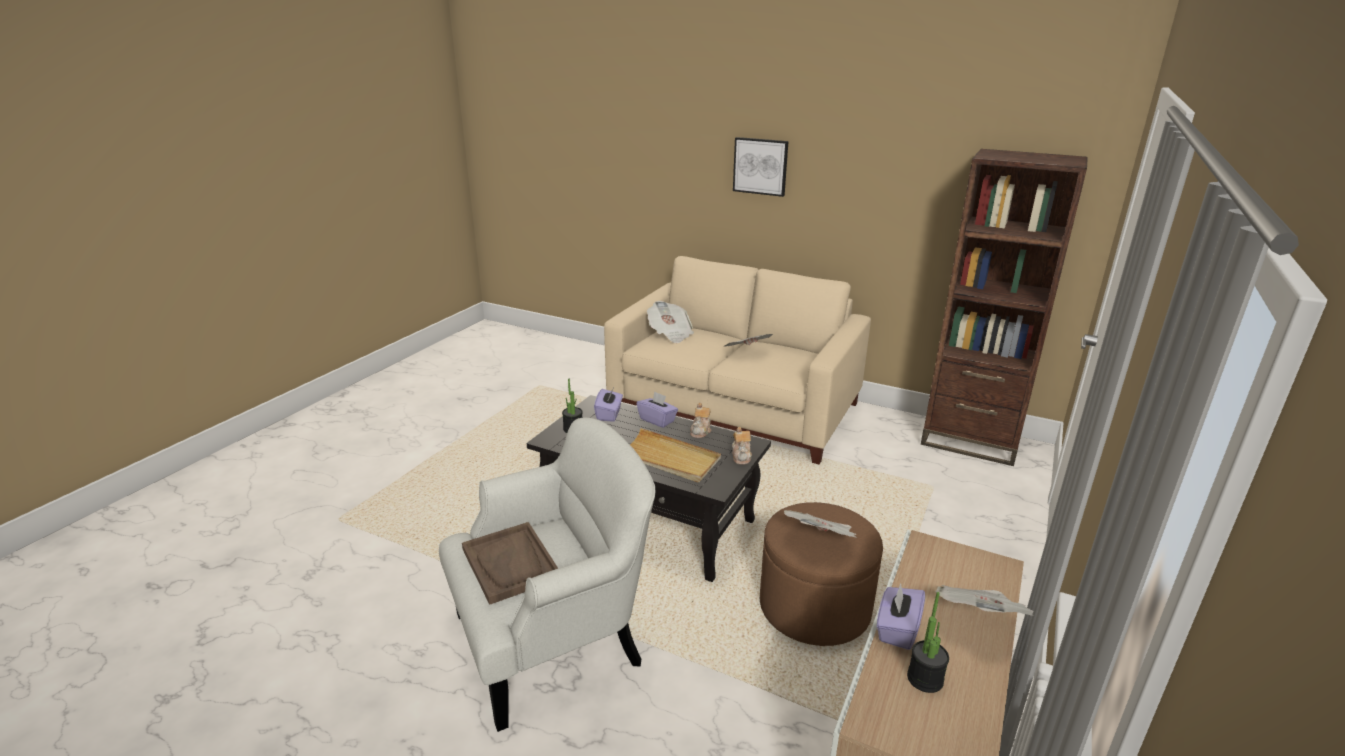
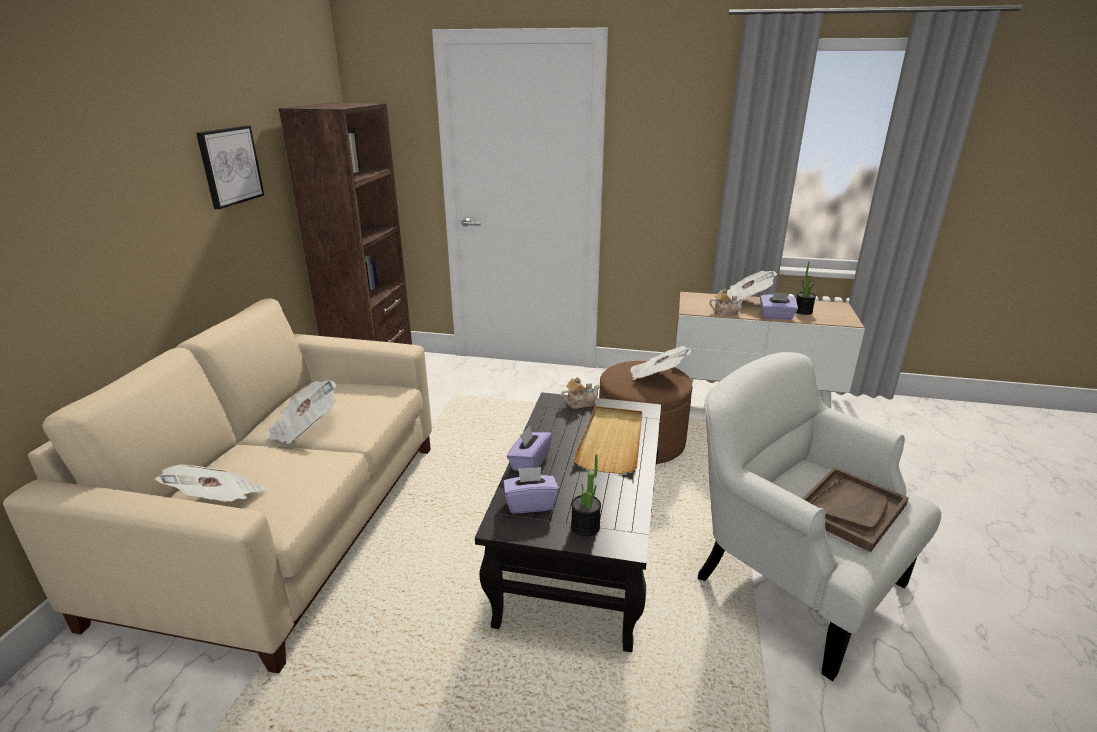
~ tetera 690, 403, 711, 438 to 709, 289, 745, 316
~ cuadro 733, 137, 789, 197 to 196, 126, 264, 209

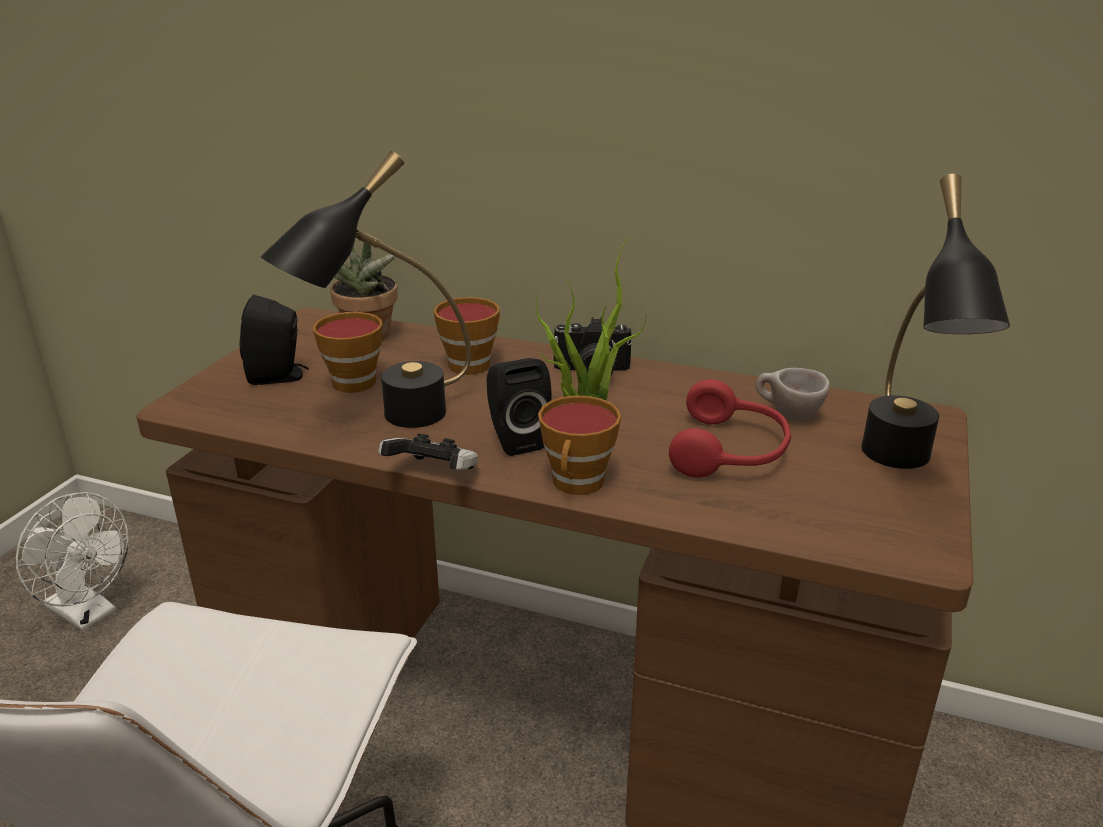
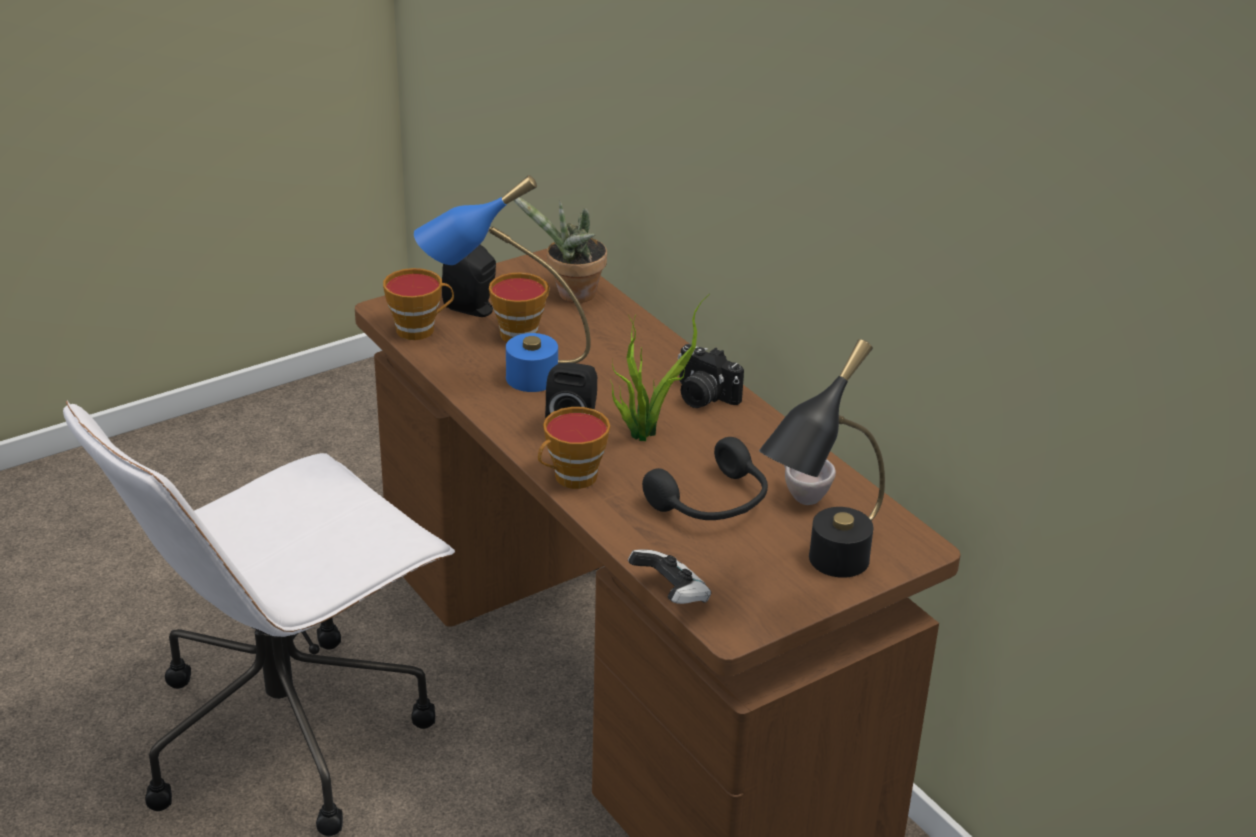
- ventilador (blanco) 16, 492, 129, 631
~ lámpara de mesa (negro) 260, 151, 471, 428 to lámpara de mesa (azul) 414, 175, 591, 392
~ mando de consola 378, 433, 478, 470 to 628, 549, 711, 604
~ taza 434, 297, 500, 375 to 383, 268, 454, 340
~ auriculares (rojo) 669, 379, 791, 478 to auriculares (negro) 642, 437, 768, 520

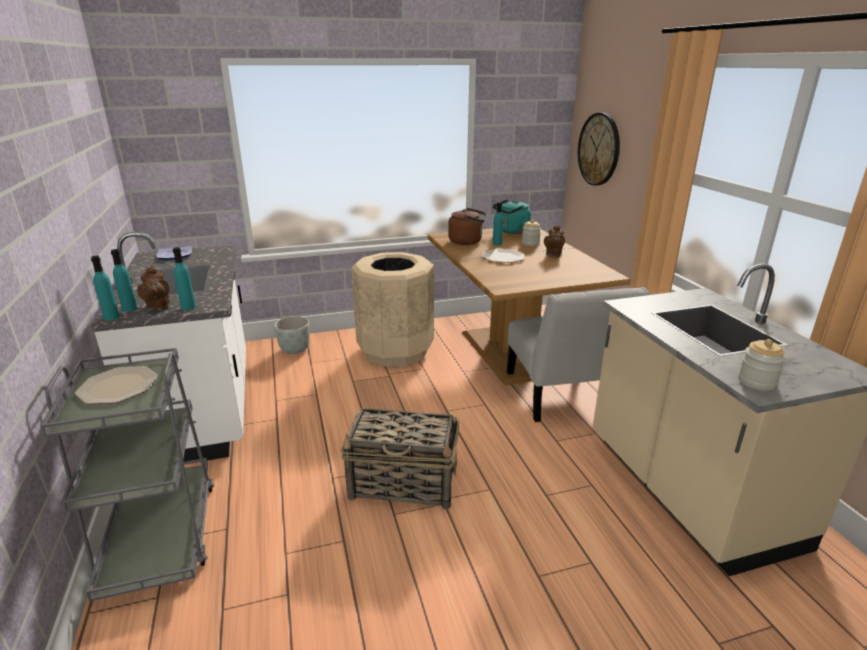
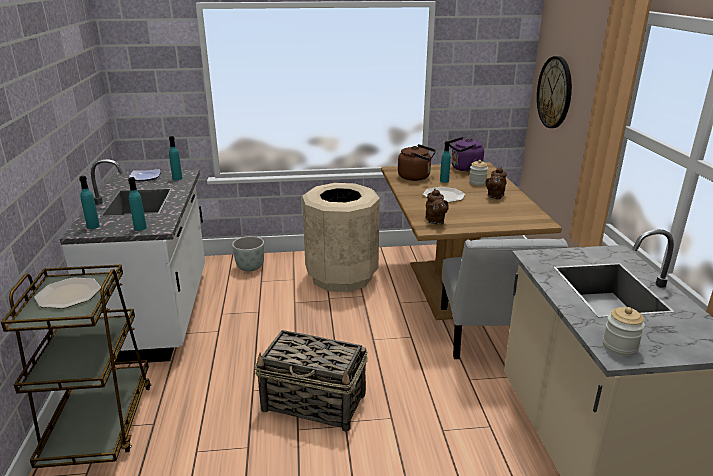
~ carrito (gris) 40, 348, 214, 601 to carrito (marrón) 1, 265, 151, 468
~ botella (turquesa) 91, 256, 120, 321 to 169, 136, 182, 180
~ tetera (marrón) 137, 265, 170, 311 to 425, 189, 449, 225
~ hervidor (turquesa) 493, 199, 531, 234 to hervidor (morado) 449, 137, 484, 172

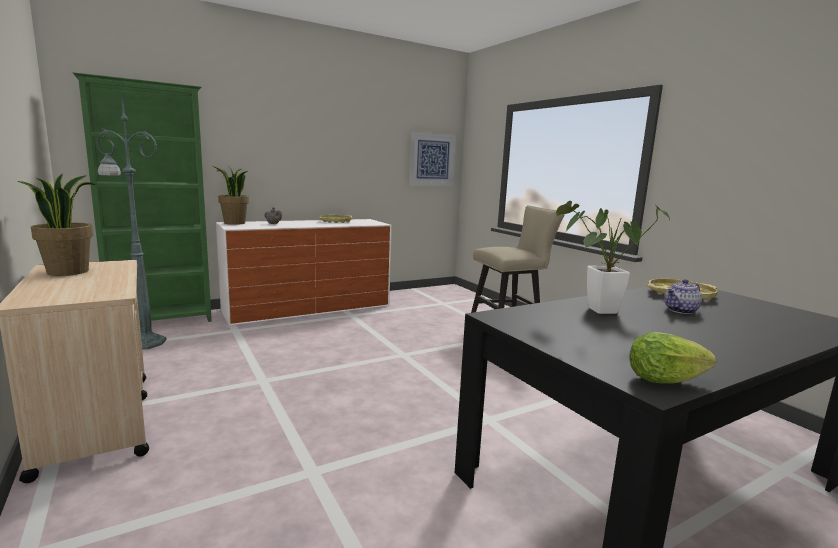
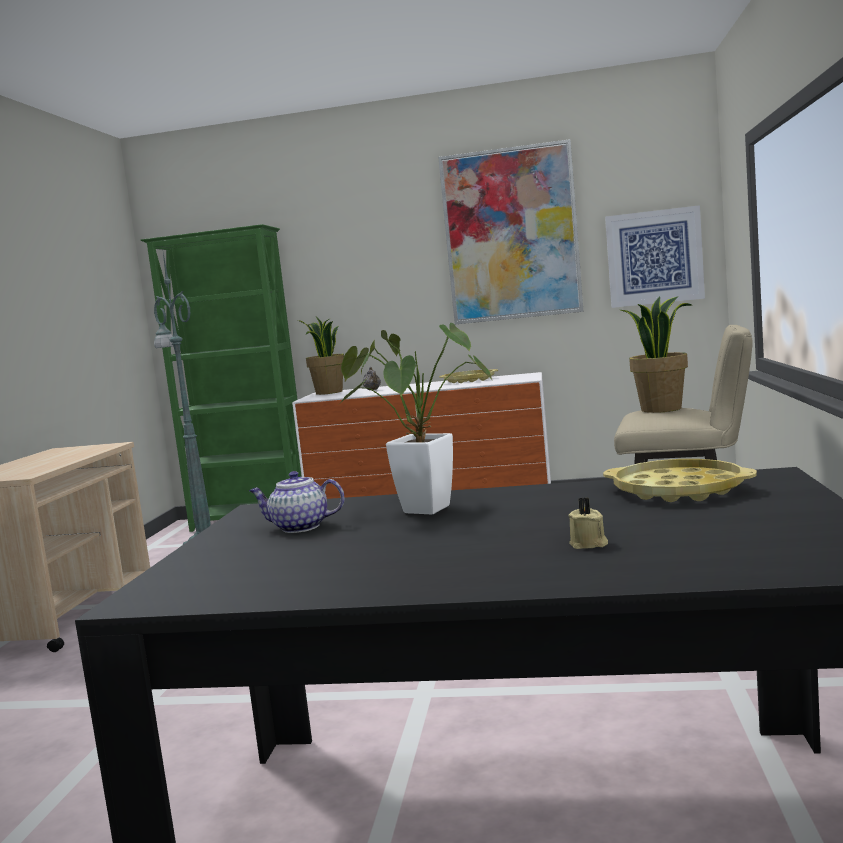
~ planta en maceta 18, 173, 96, 276 to 621, 296, 691, 413
- lechuga 629, 332, 717, 384
~ tetera 664, 279, 702, 314 to 249, 471, 345, 533
+ cuadro 438, 139, 584, 325
+ vela (beis) 568, 497, 608, 549

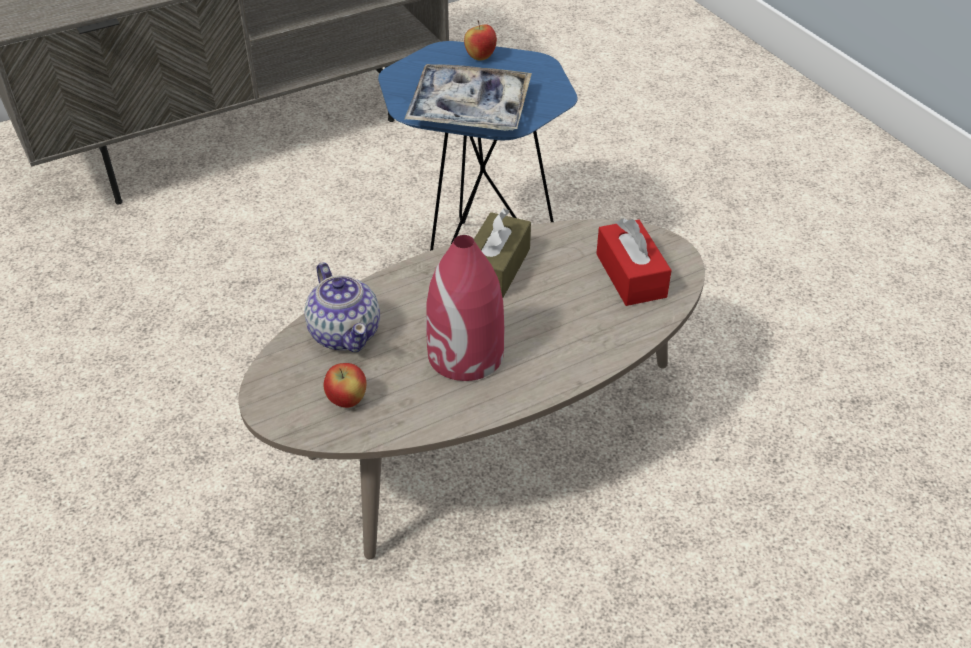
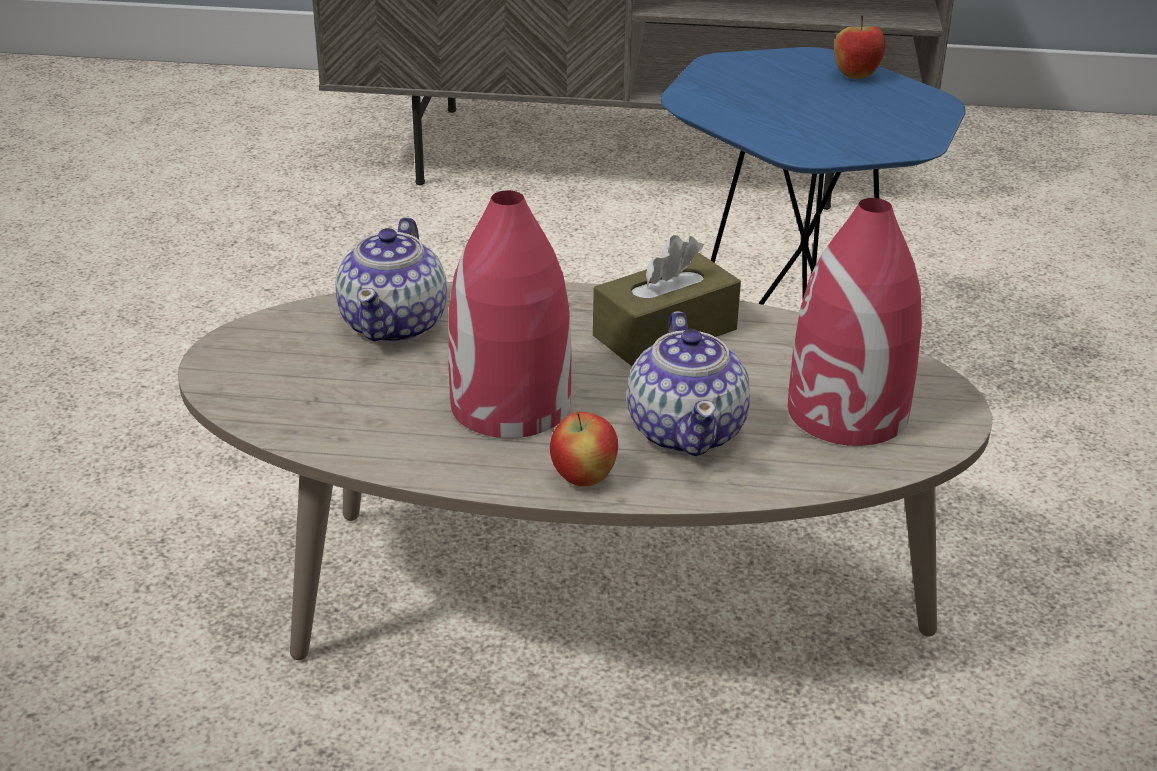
~ manzana 324, 363, 367, 408 to 550, 412, 618, 487
- bandeja 404, 64, 532, 131
~ caja de pañuelos (rojo) 596, 218, 672, 306 to florero (rojo) 788, 198, 922, 446
+ tetera 627, 311, 750, 456

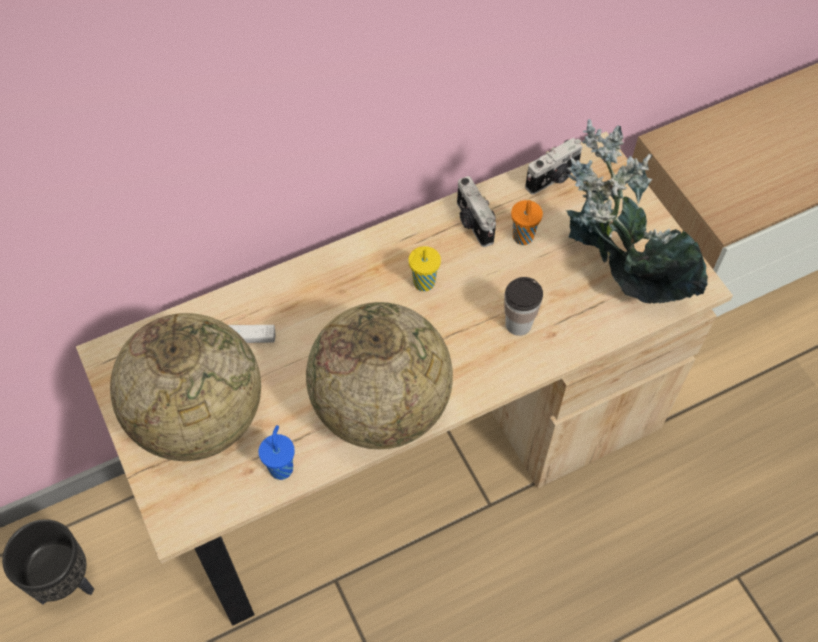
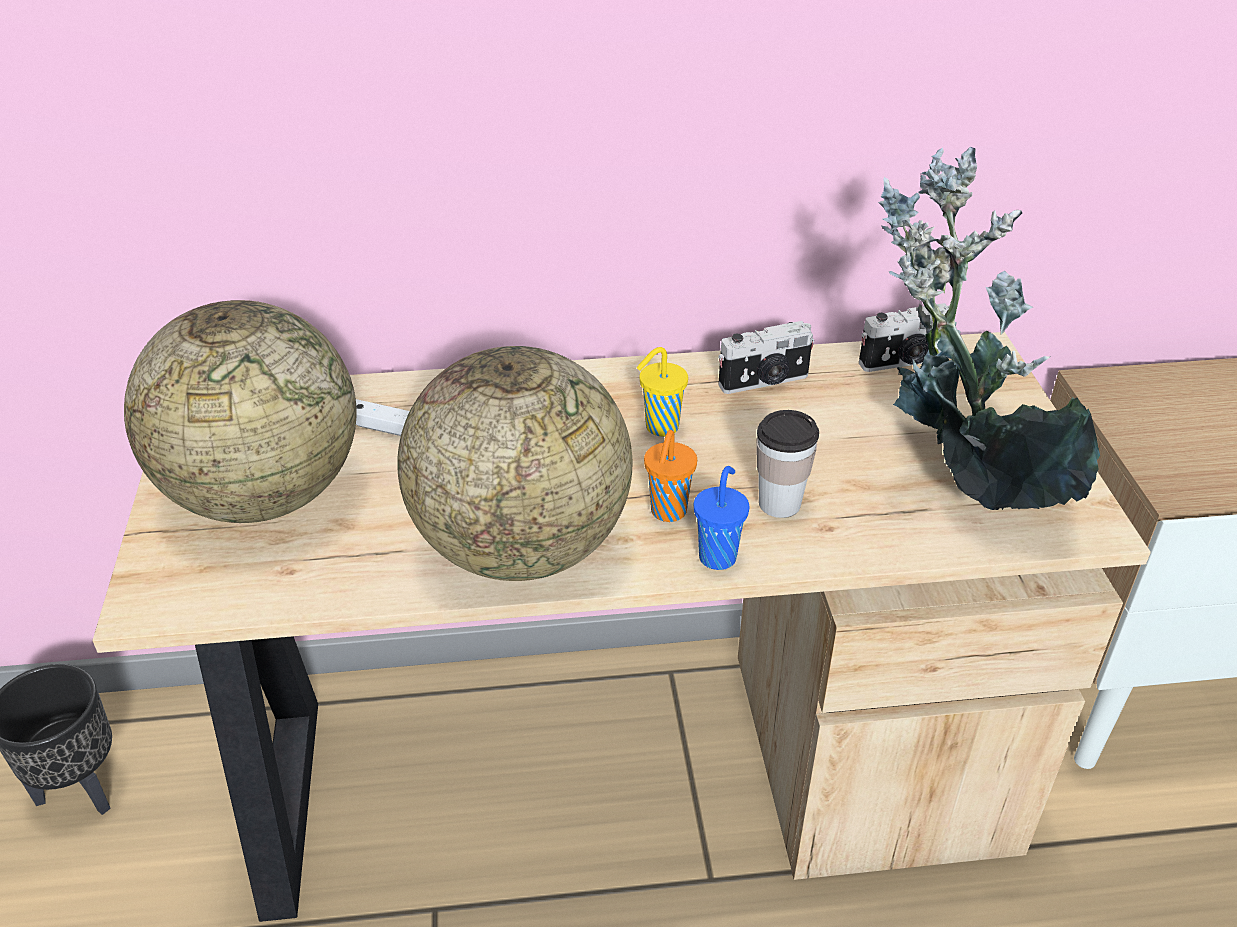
~ taza (azul) 259, 425, 295, 480 to 694, 466, 750, 570
~ cámara 457, 176, 496, 247 = 718, 321, 814, 394 105 degrees counterclockwise
~ taza (naranja) 511, 200, 543, 245 to 644, 430, 697, 522

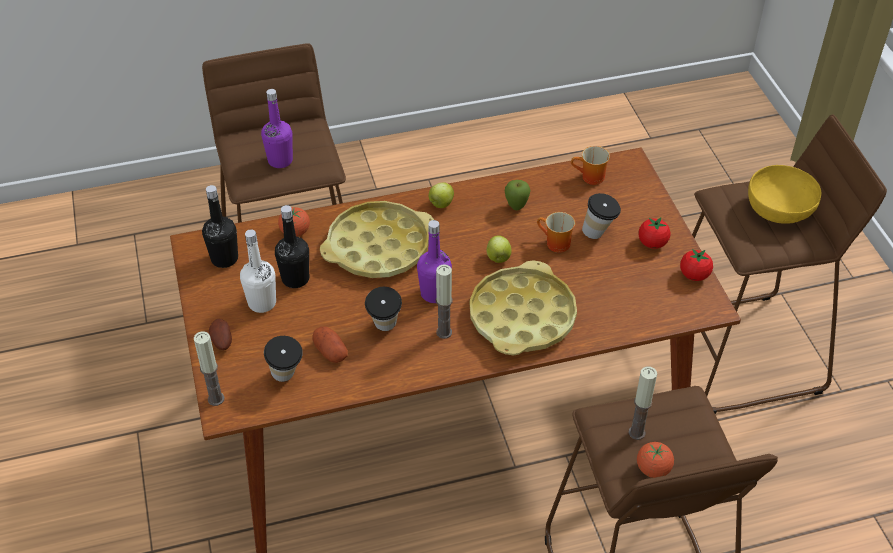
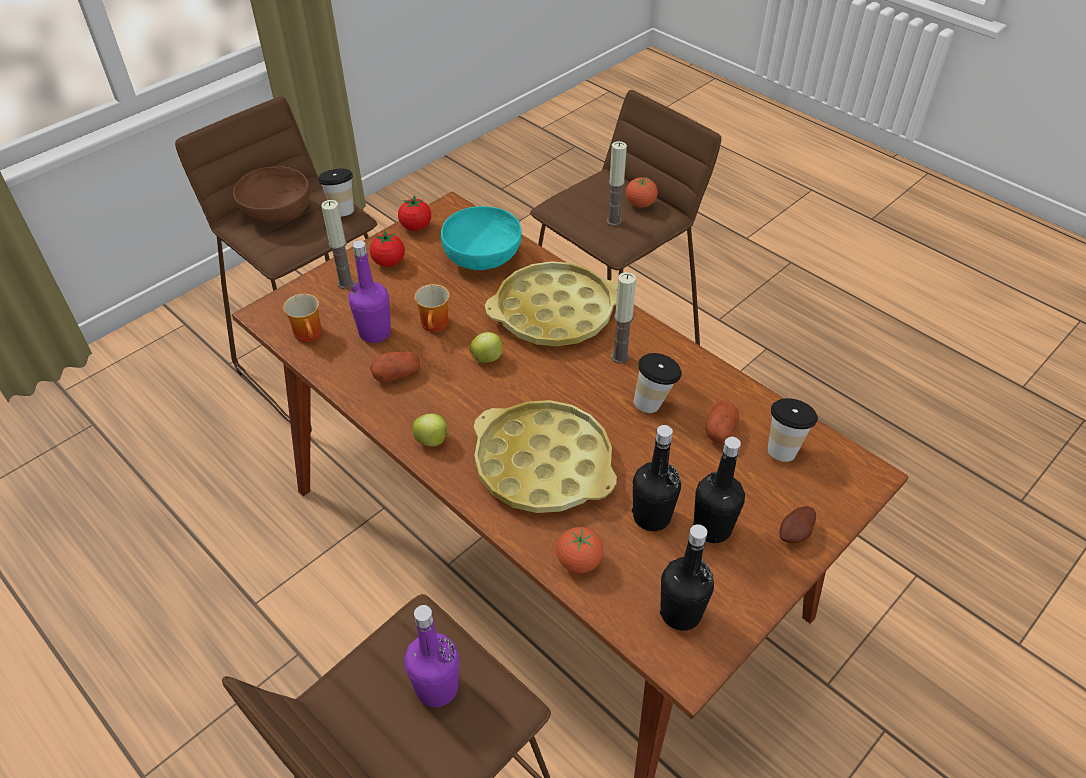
~ vela 194, 331, 225, 406 to 321, 200, 354, 289
~ botella (blanco) 240, 229, 276, 313 to botella (negro) 694, 437, 745, 543
~ botella (morado) 417, 220, 452, 303 to 349, 240, 391, 343
~ manzana 505, 180, 531, 210 to patata 370, 351, 420, 383
~ taza 582, 193, 621, 239 to 318, 169, 354, 217
~ cuenco (amarillo) 748, 165, 822, 224 to cuenco (marrón) 233, 167, 310, 223
+ cuenco (turquesa) 441, 206, 522, 270

